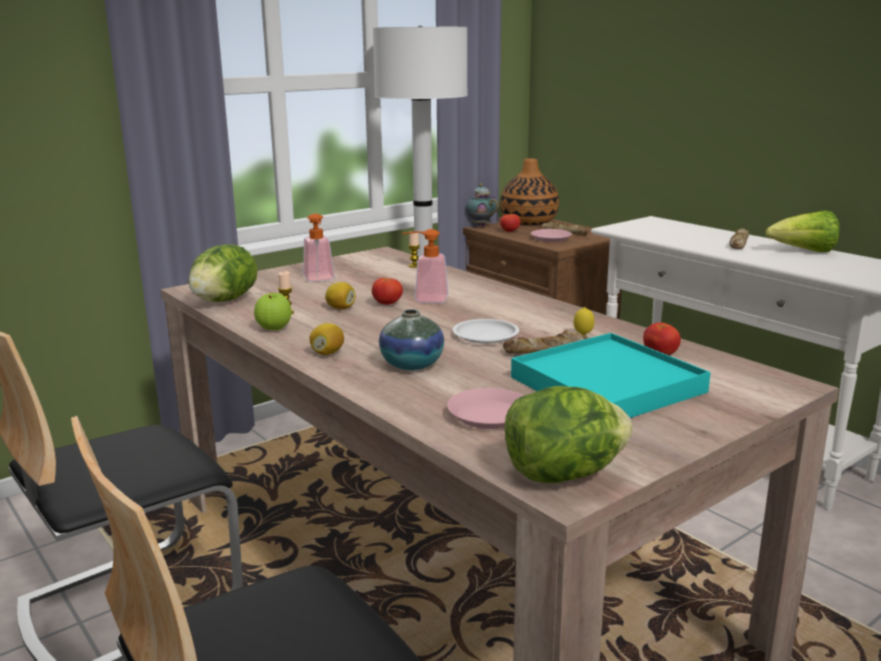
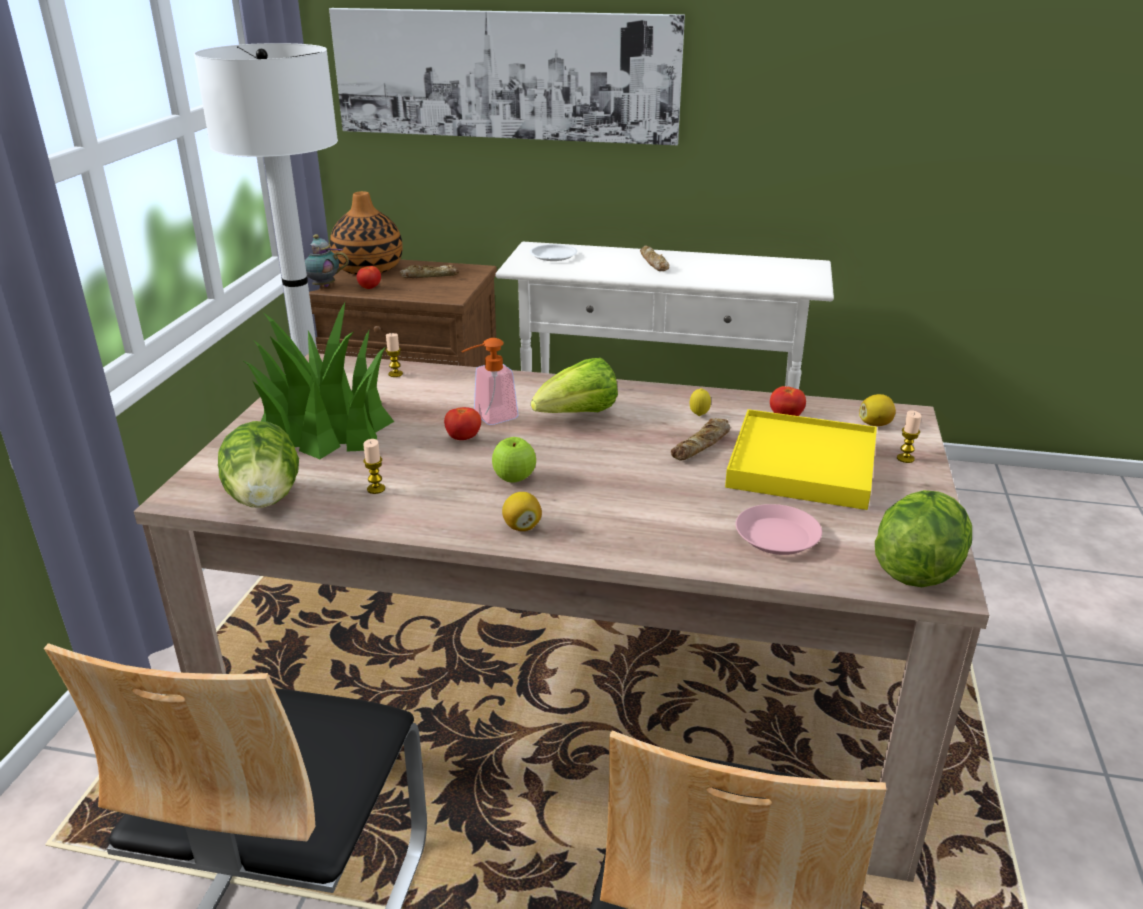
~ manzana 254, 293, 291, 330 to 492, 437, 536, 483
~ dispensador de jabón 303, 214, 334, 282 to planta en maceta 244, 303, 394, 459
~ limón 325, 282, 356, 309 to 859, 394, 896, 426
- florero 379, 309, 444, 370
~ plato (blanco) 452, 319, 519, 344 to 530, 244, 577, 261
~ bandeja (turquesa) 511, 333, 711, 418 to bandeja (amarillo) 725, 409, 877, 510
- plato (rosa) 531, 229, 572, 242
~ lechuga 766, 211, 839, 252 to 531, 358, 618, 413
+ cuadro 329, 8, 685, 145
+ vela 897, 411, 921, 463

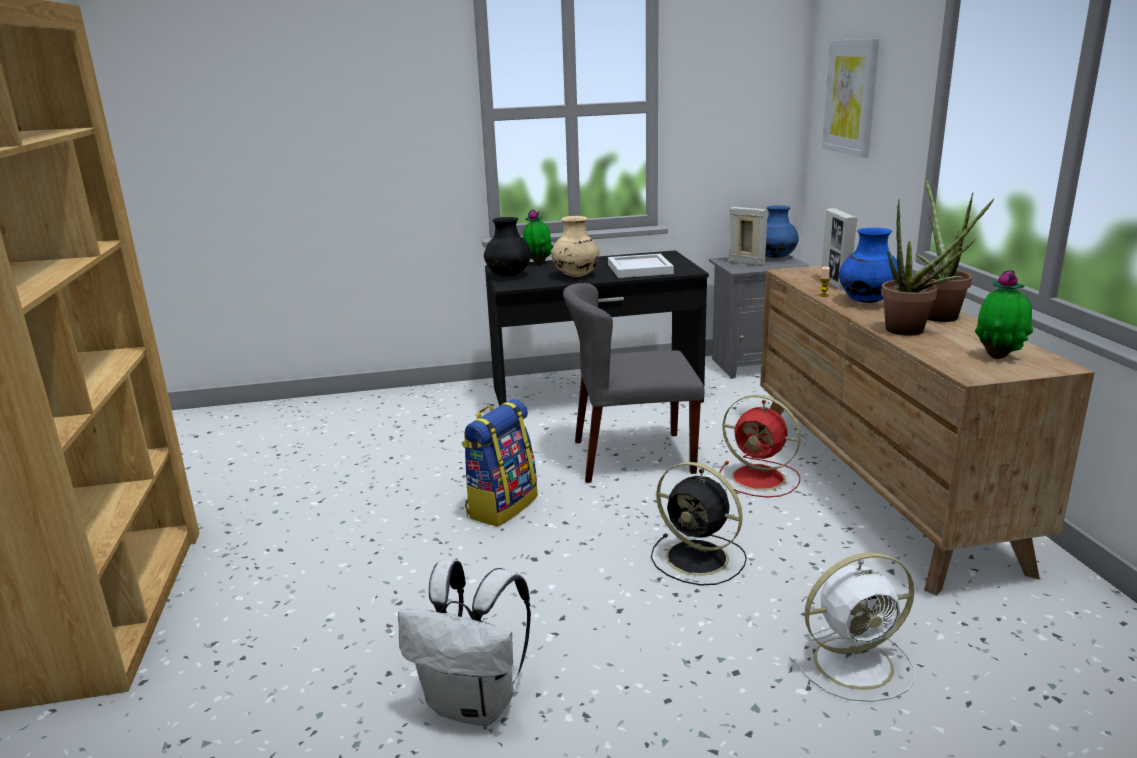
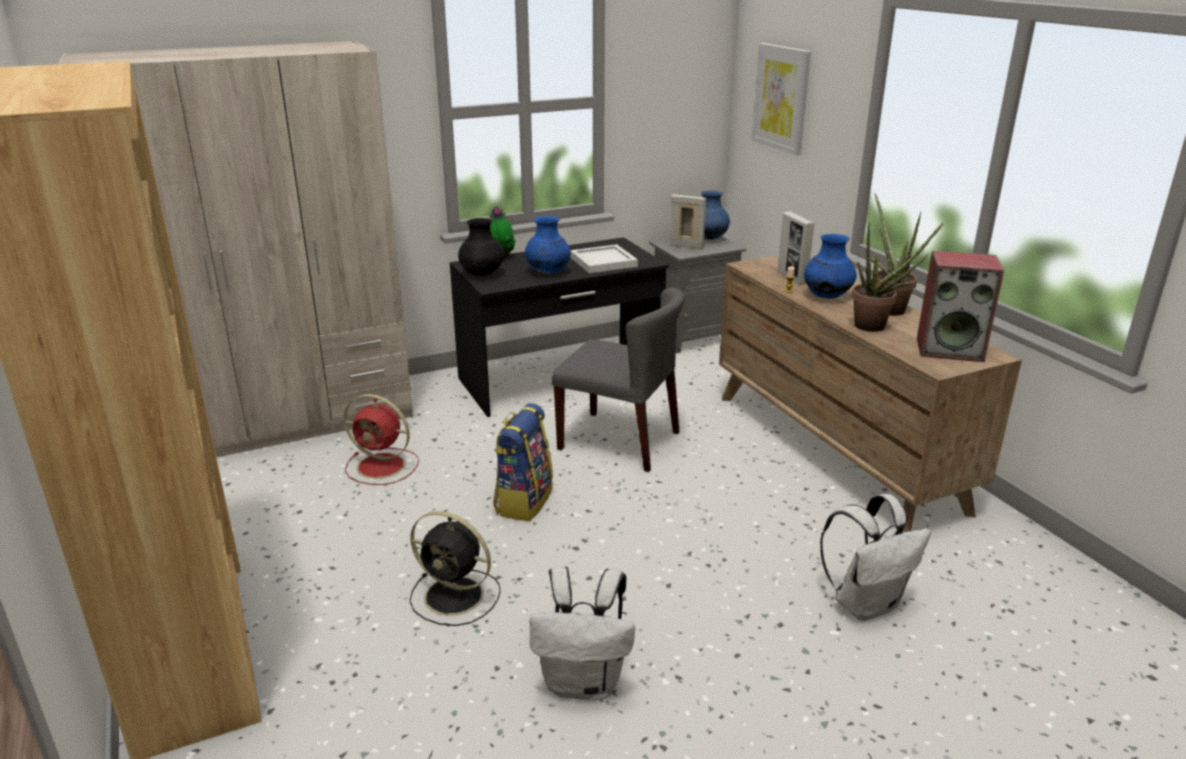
~ florero (beis) 551, 216, 599, 277 to florero (azul) 525, 216, 571, 274
~ silla (gris) 563, 283, 705, 483 = 552, 288, 685, 472 135 degrees counterclockwise
~ ventilador (negro) 651, 462, 747, 586 to 409, 511, 501, 626
~ ventilador (rojo) 719, 395, 801, 498 to 344, 394, 419, 485
~ ventilador (blanco) 789, 552, 915, 702 to mochila (blanco) 820, 494, 931, 621
~ planta en maceta 975, 270, 1033, 359 to altavoz 917, 251, 1004, 362
+ armario ropero (beis) 58, 41, 413, 457

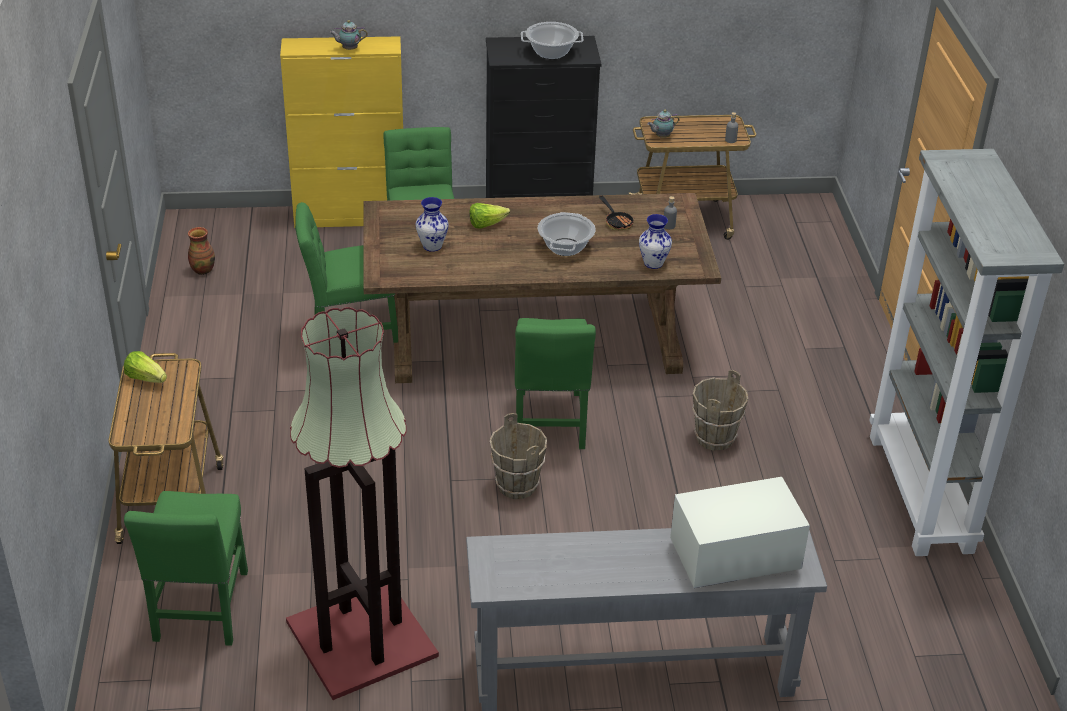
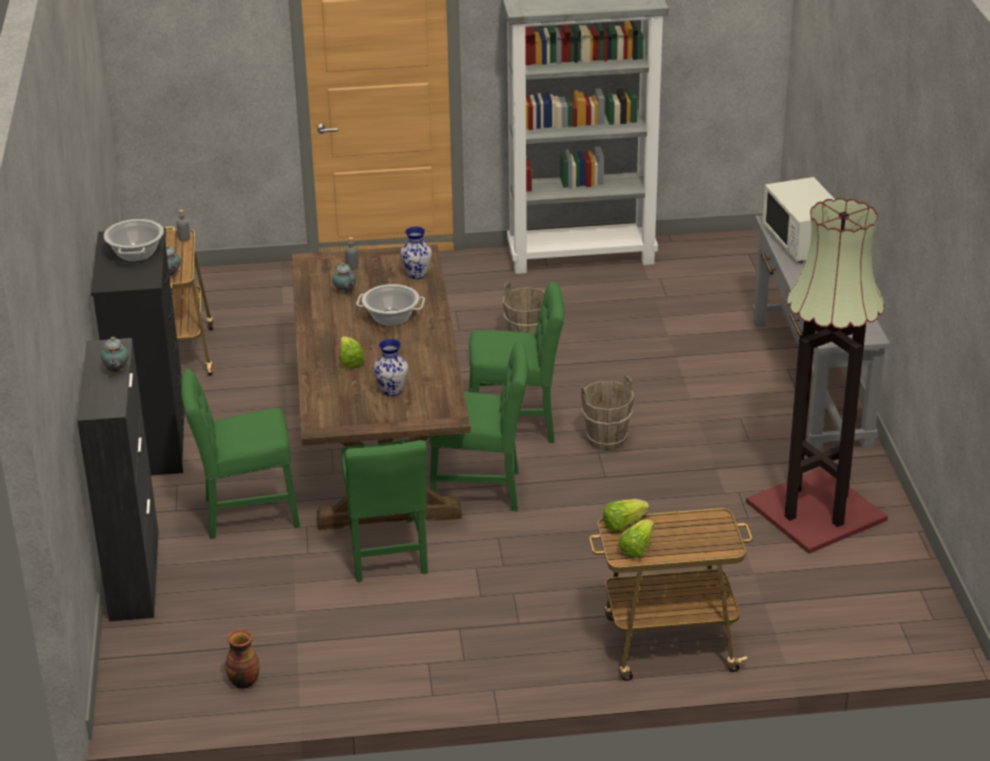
~ silla (verde) 124, 491, 248, 646 to 429, 342, 529, 511
~ armario (amarillo) 280, 36, 403, 228 to armario (negro) 77, 338, 159, 622
~ sartén 599, 195, 634, 230 to tetera 332, 263, 356, 293
+ lechuga 603, 499, 649, 531

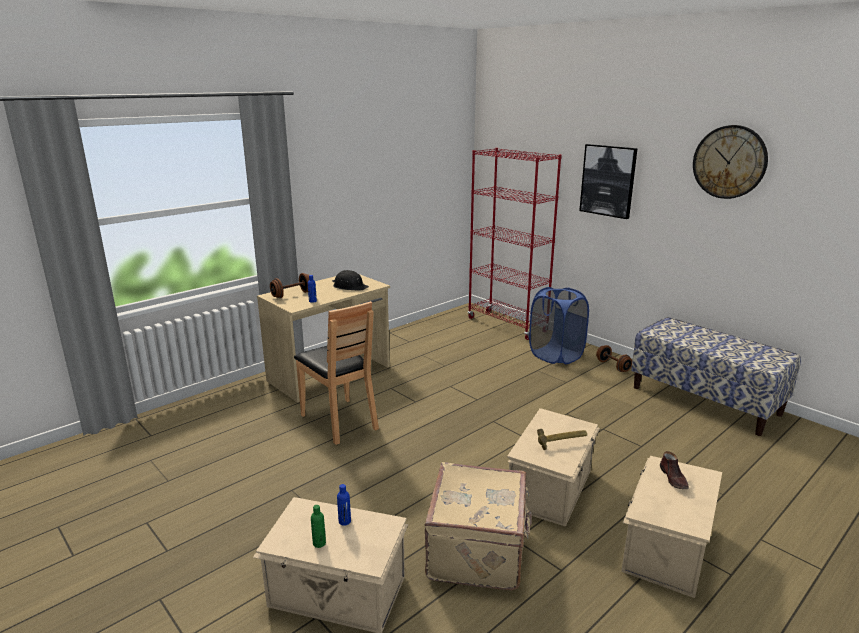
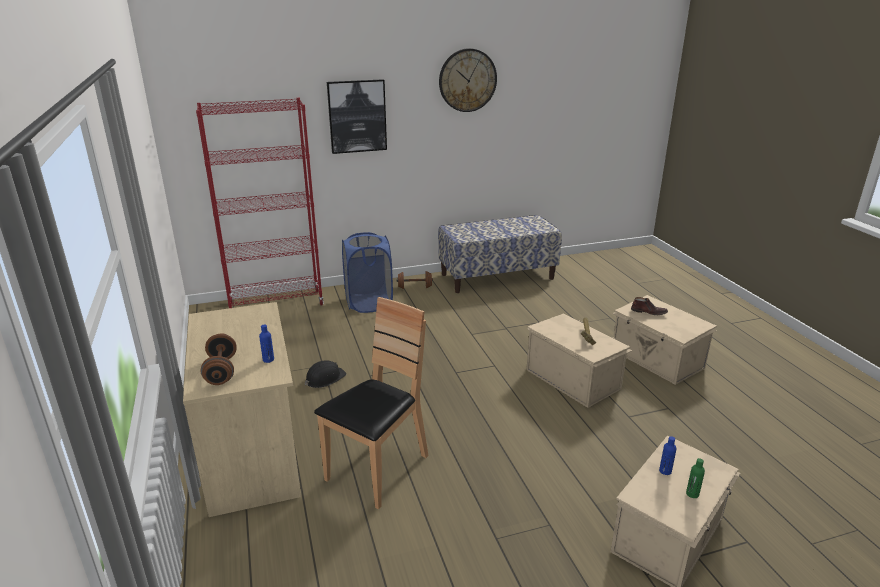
~ silla (marrón) 294, 301, 379, 445 = 314, 297, 429, 509 45 degrees counterclockwise
~ casco (negro) 332, 270, 369, 291 to 305, 361, 346, 388
- maleta (beis) 425, 462, 532, 591

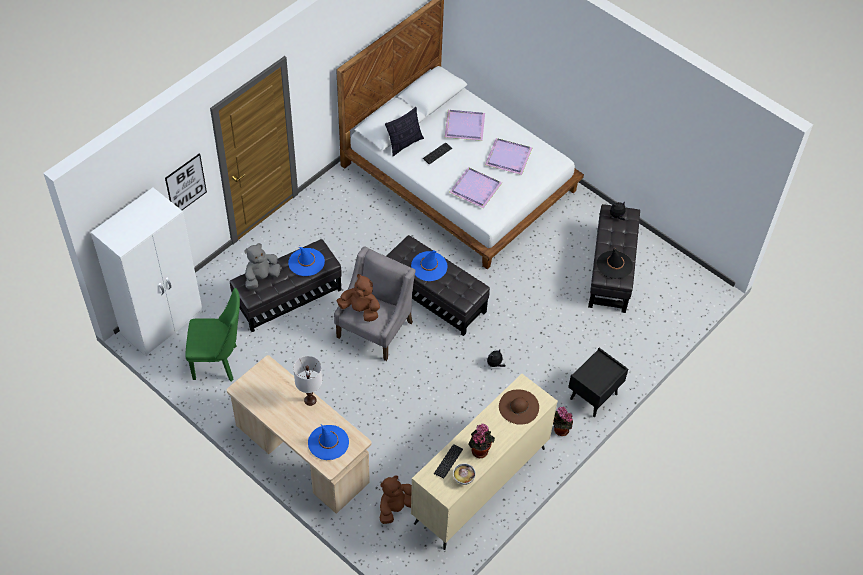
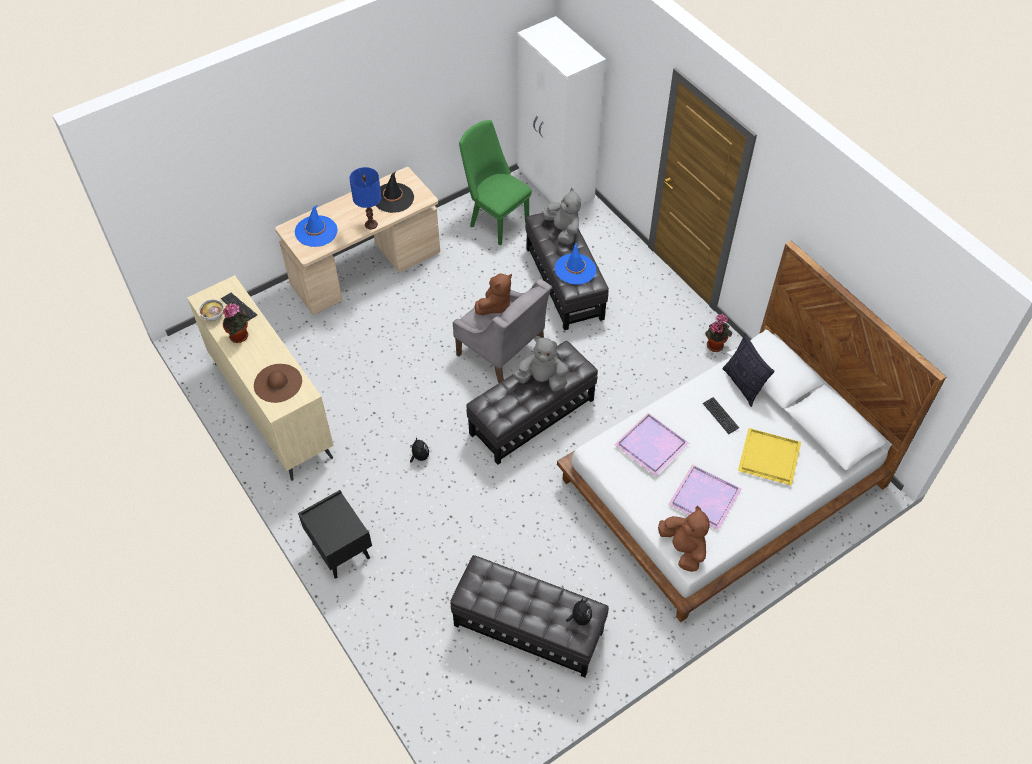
- cuadro 165, 153, 207, 210
~ silla (verde) 185, 288, 240, 381 = 459, 120, 532, 246 120 degrees clockwise
~ lámpara de mesa (blanco) 293, 356, 322, 406 to lámpara de mesa (azul) 349, 167, 382, 229
~ peluche (marrón) 380, 475, 412, 524 to 658, 506, 710, 572
~ sombrero (azul) 411, 250, 448, 281 to peluche (gris) 513, 336, 569, 391
~ bandeja (morado) 445, 110, 485, 141 to bandeja (amarillo) 738, 428, 801, 486
~ planta en maceta 553, 407, 573, 436 to 705, 314, 732, 352
~ sombrero (negro) 597, 246, 633, 279 to 376, 172, 414, 213

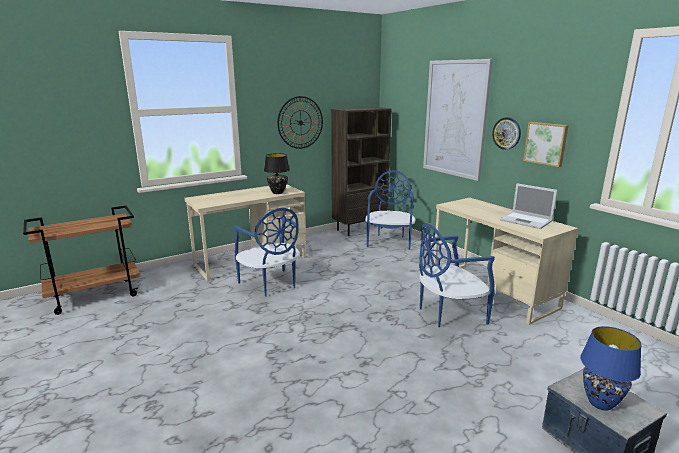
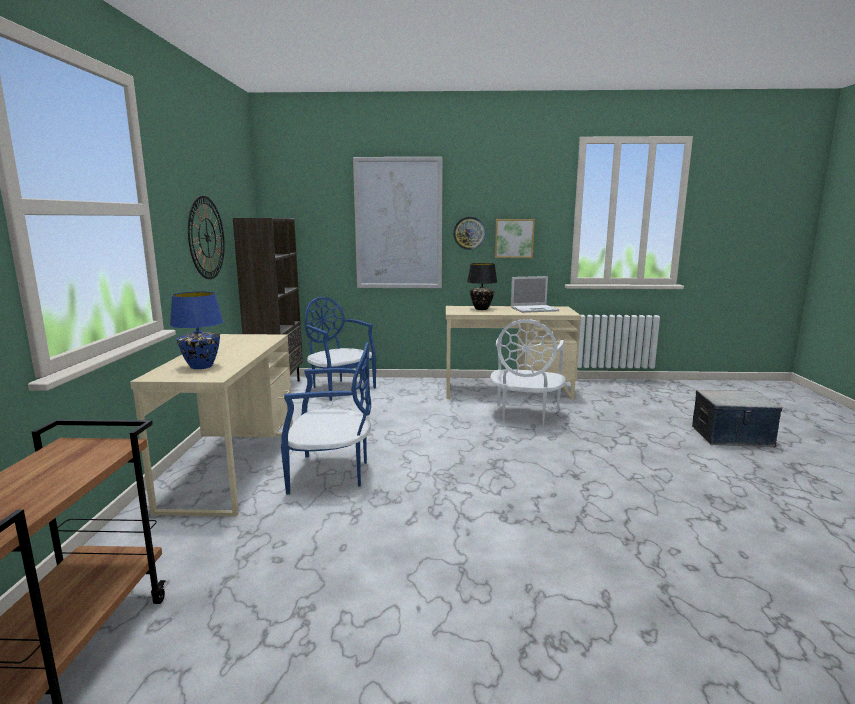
~ lámpara de mesa (negro) 264, 153, 290, 194 to 467, 263, 497, 310
~ silla (azul) 419, 223, 495, 327 to silla (blanco) 490, 319, 566, 428
~ lámpara de mesa (azul) 580, 326, 642, 411 to 170, 291, 223, 369

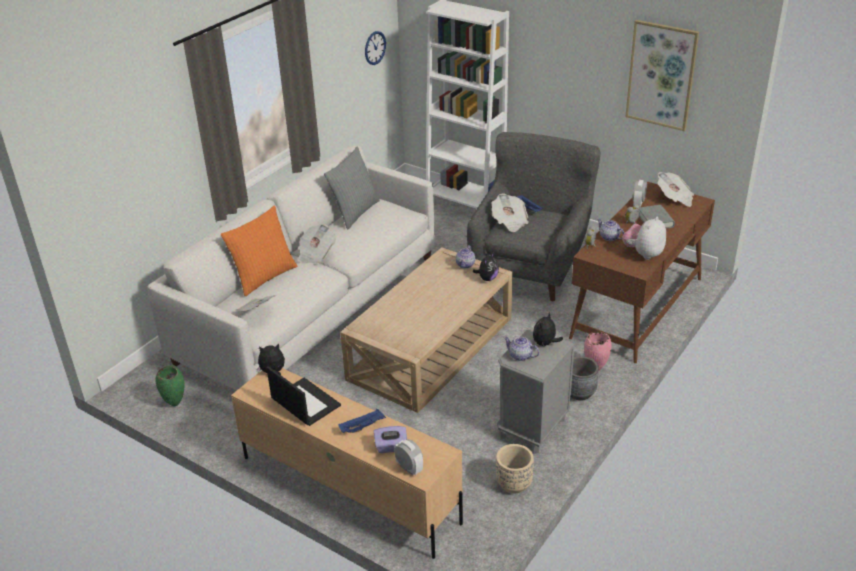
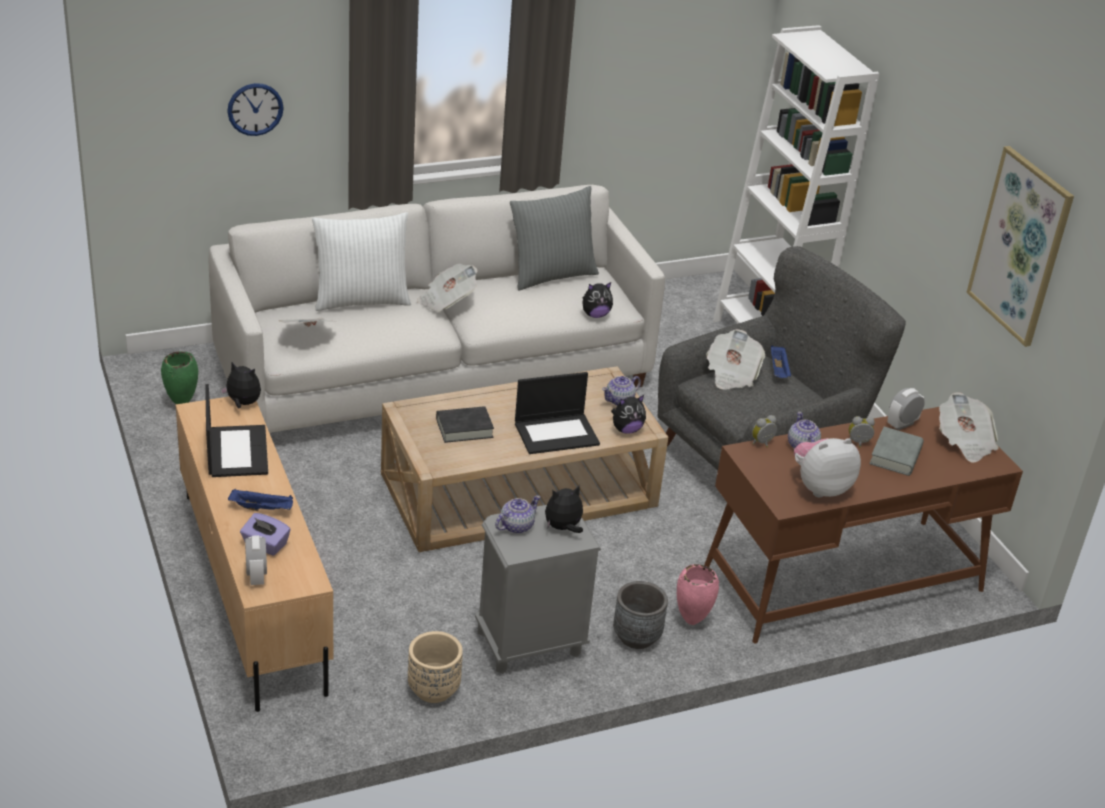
~ cojín (naranja) 221, 205, 298, 296 to cojín (blanco) 312, 212, 411, 311
~ reloj de pared 365, 31, 386, 65 to 227, 83, 284, 136
~ tetera 503, 336, 540, 361 = 495, 495, 541, 534 75 degrees clockwise
+ libro (negro) 436, 406, 494, 443
+ portátil 515, 372, 600, 454
+ peluche 582, 282, 613, 318

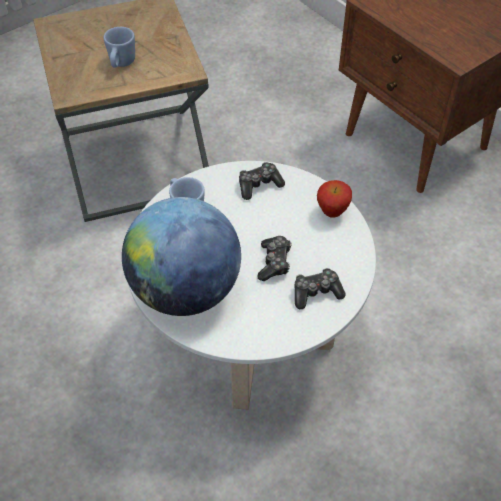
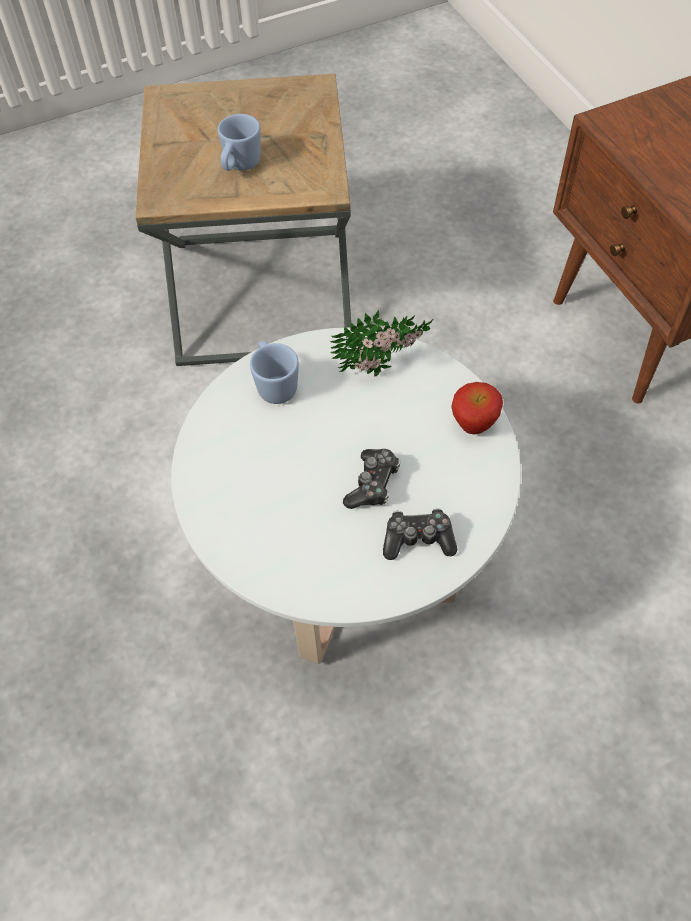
- globo terráqueo 122, 197, 241, 316
~ mando de consola 239, 162, 285, 200 to planta en maceta 330, 310, 433, 376

